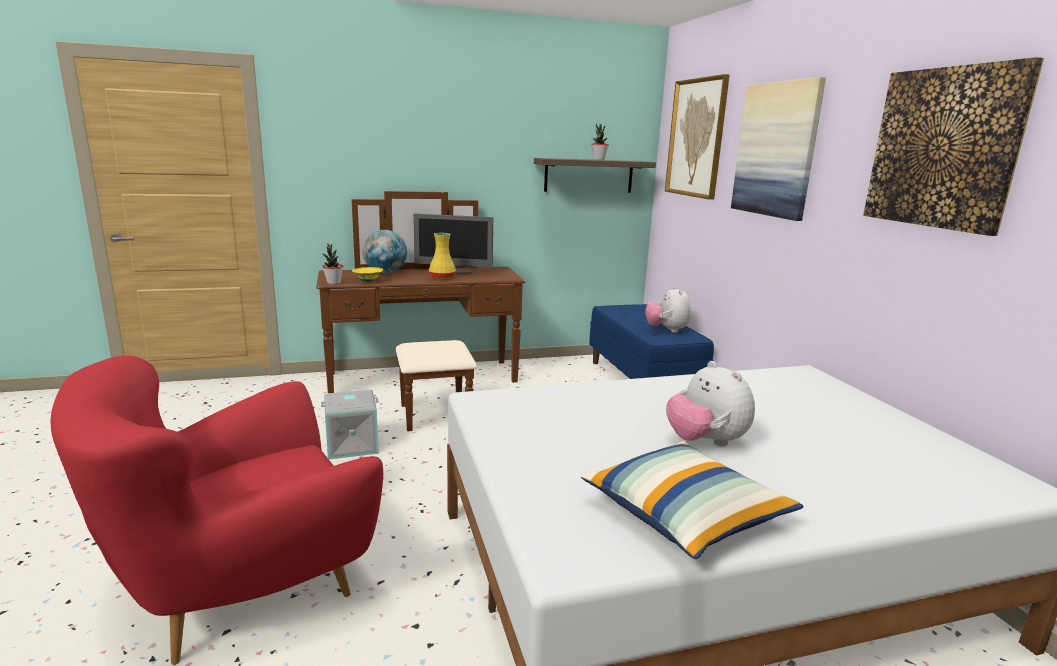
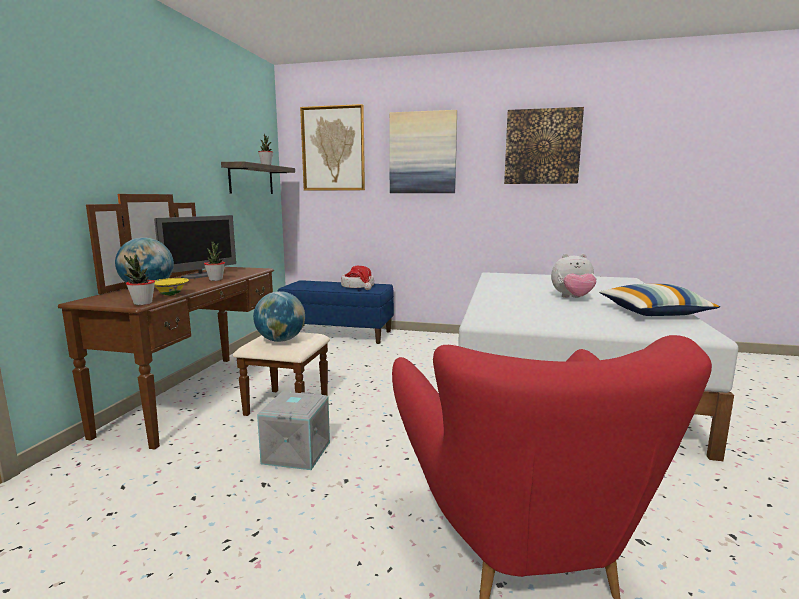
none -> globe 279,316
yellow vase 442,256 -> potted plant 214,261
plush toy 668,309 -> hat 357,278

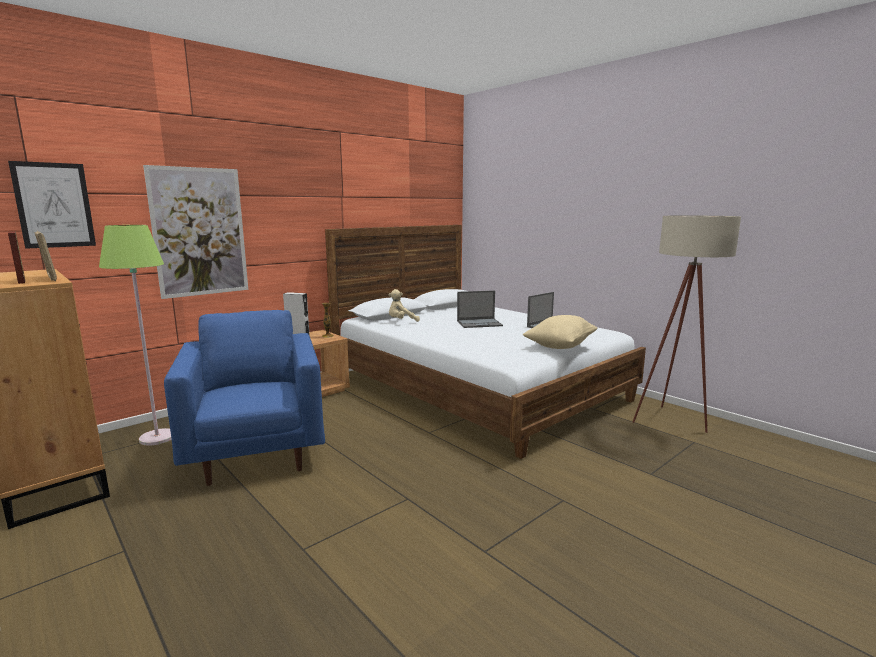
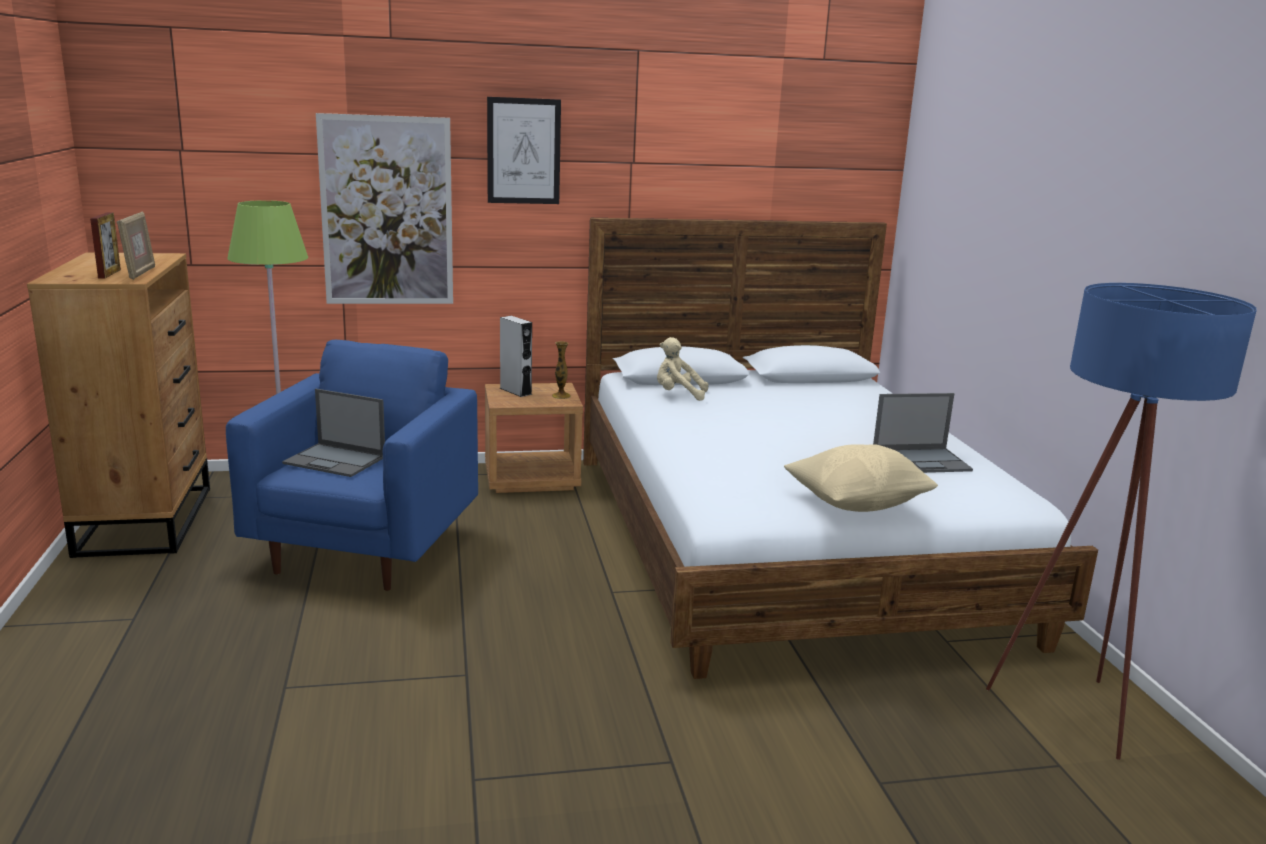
picture 52,205 -> picture 524,150, relocated
laptop 480,309 -> laptop 333,433, relocated
beige floor lamp 687,324 -> blue floor lamp 1121,521

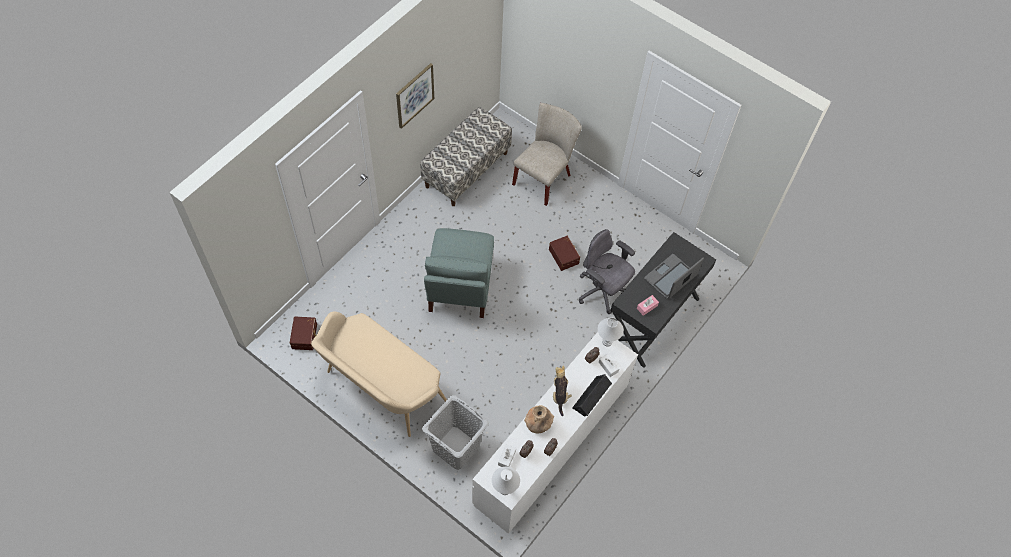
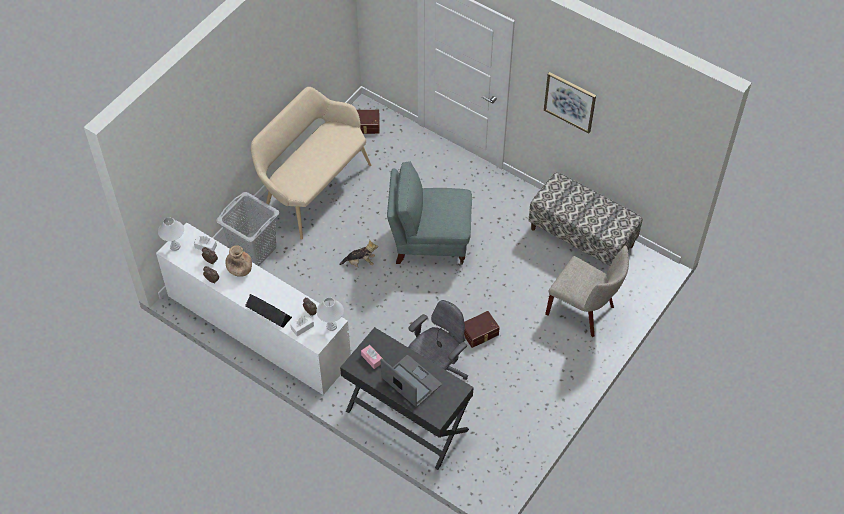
plush toy 562,390 -> plush toy 358,253, relocated

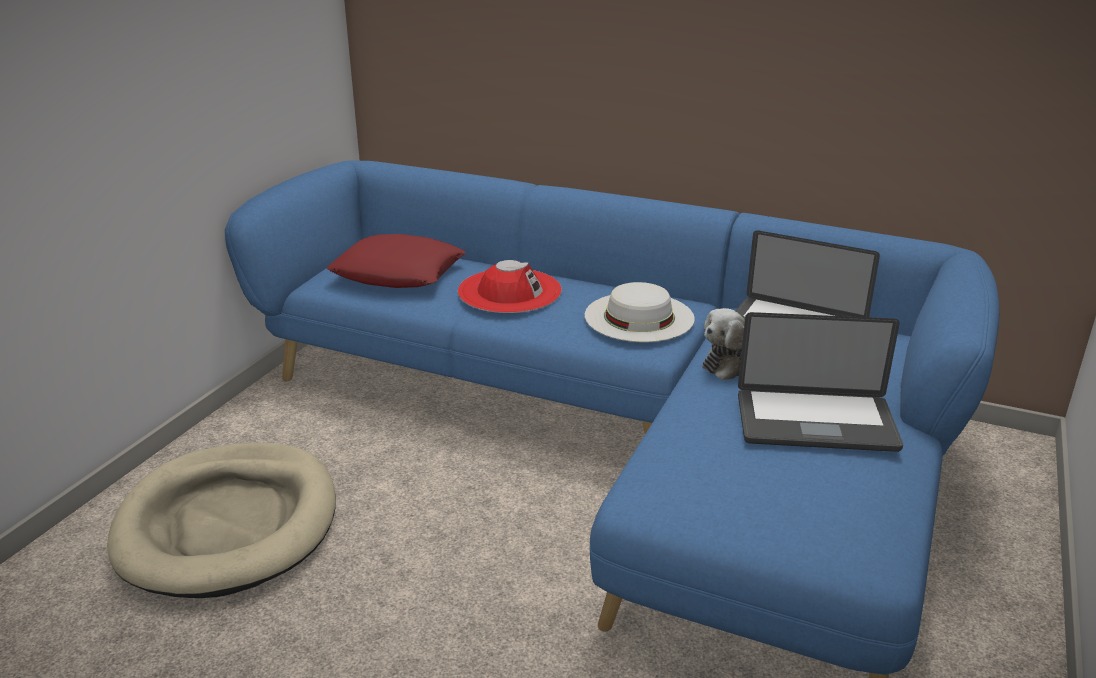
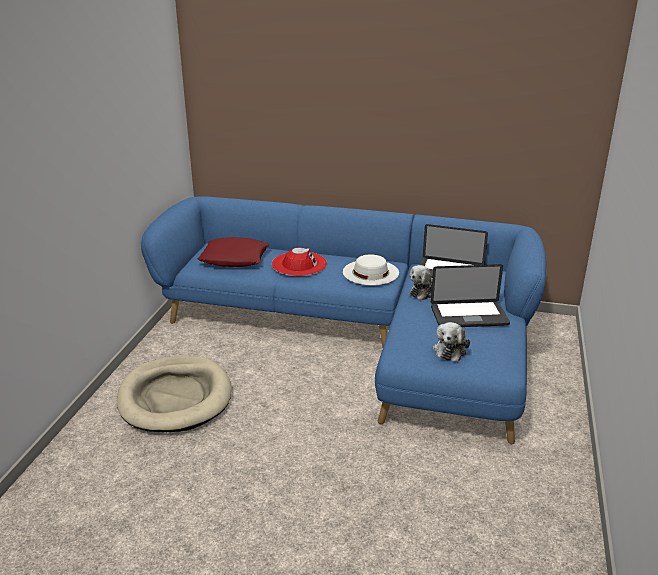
none -> plush toy 451,342

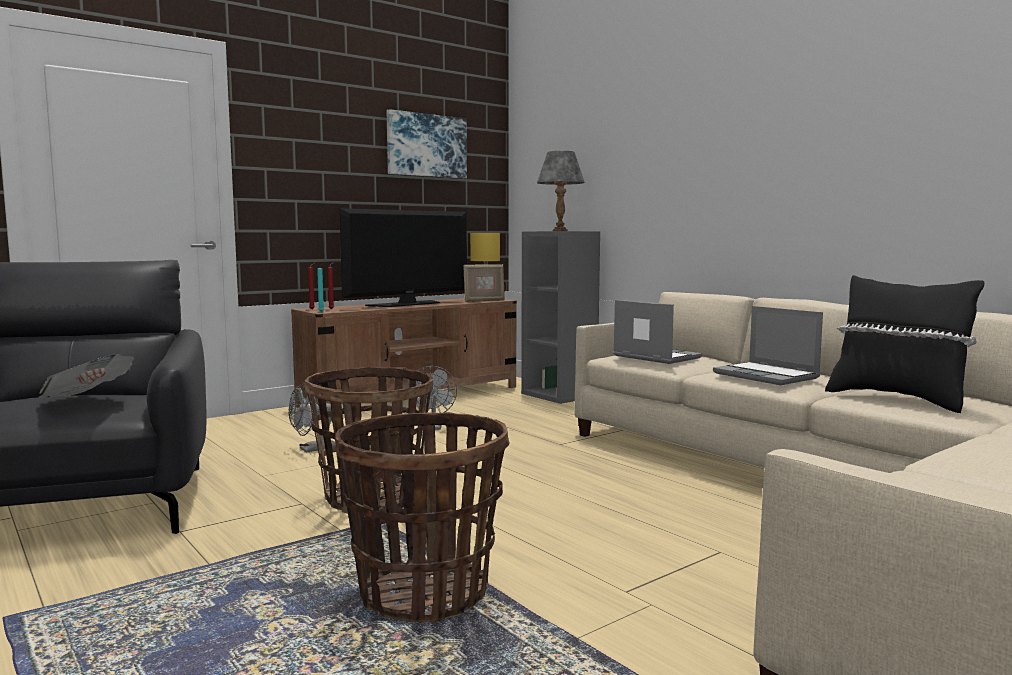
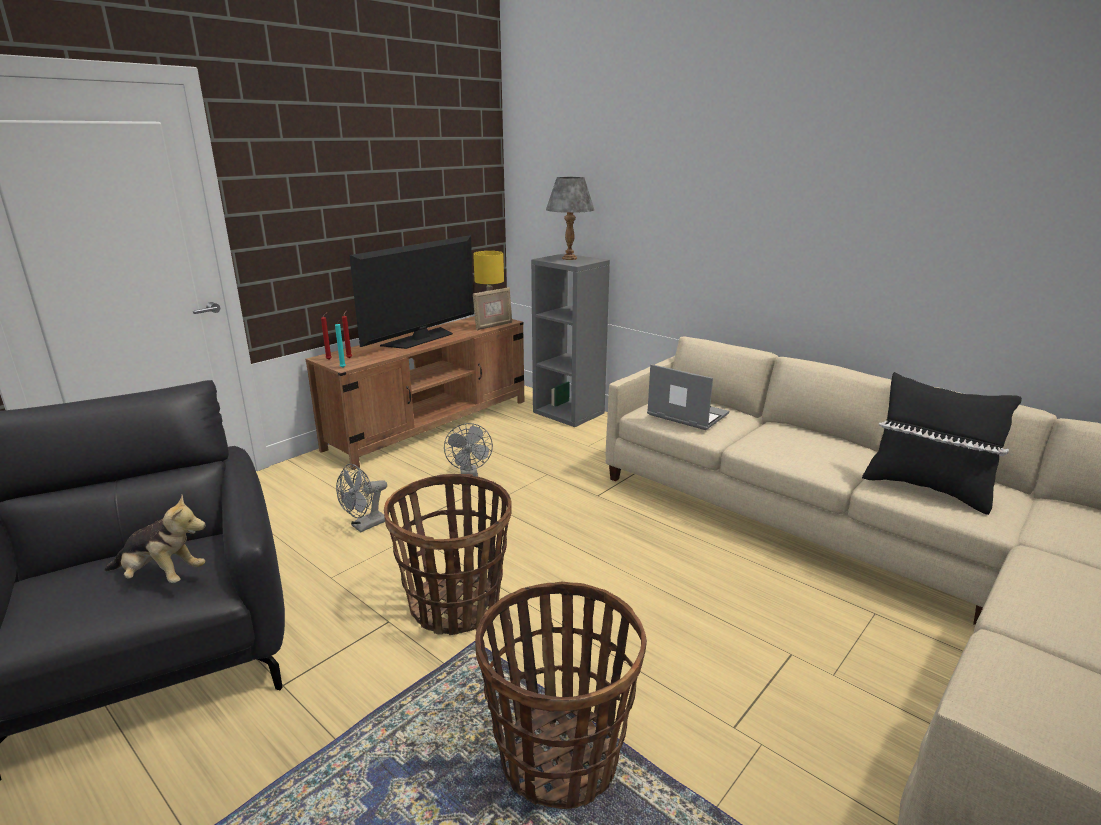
picture 427,143 -> none
laptop 768,345 -> none
newspaper 86,376 -> plush toy 155,539

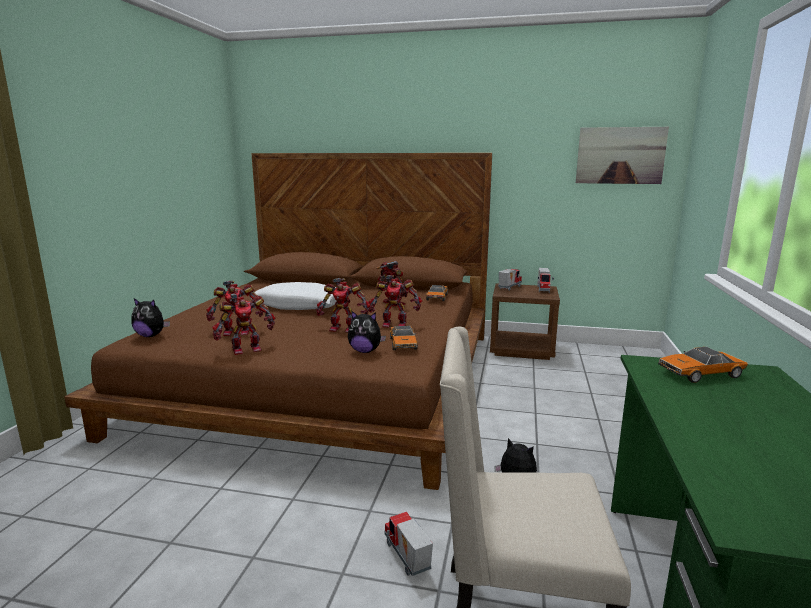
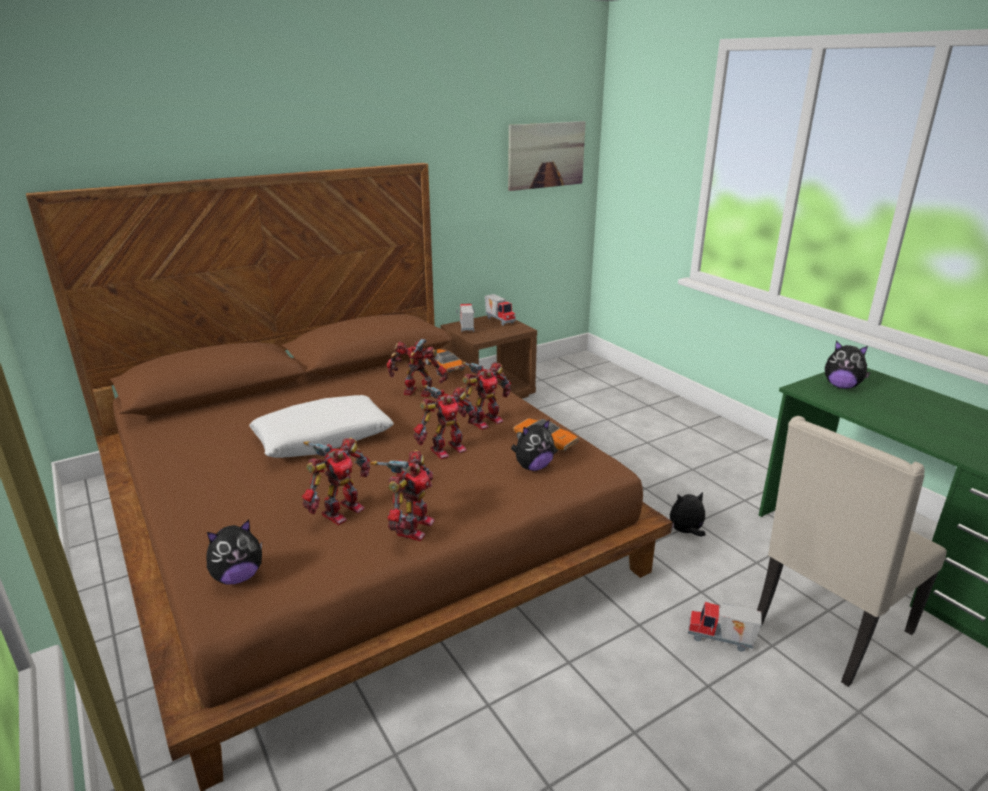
toy car 703,365 -> plush toy 848,365

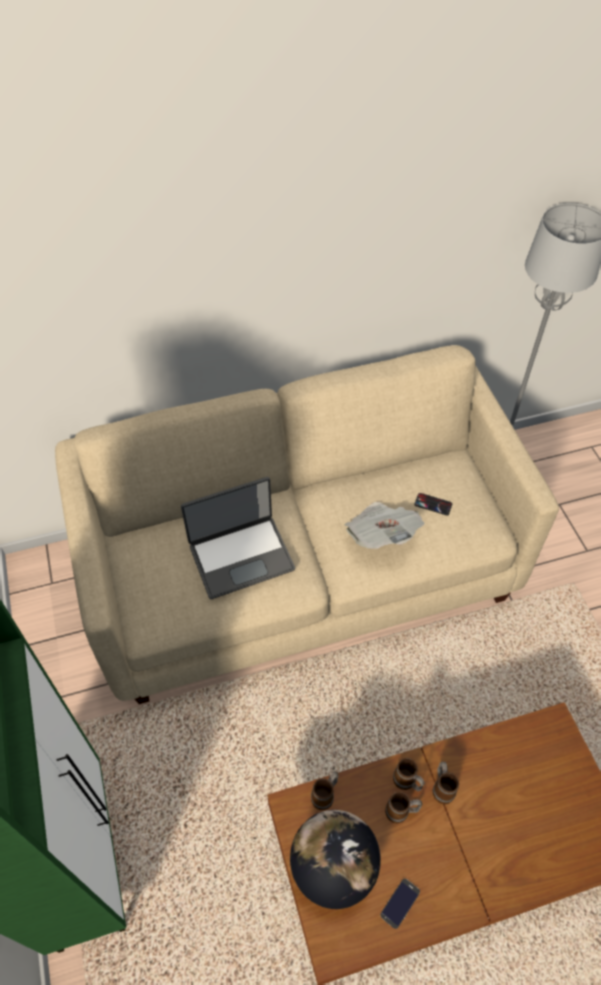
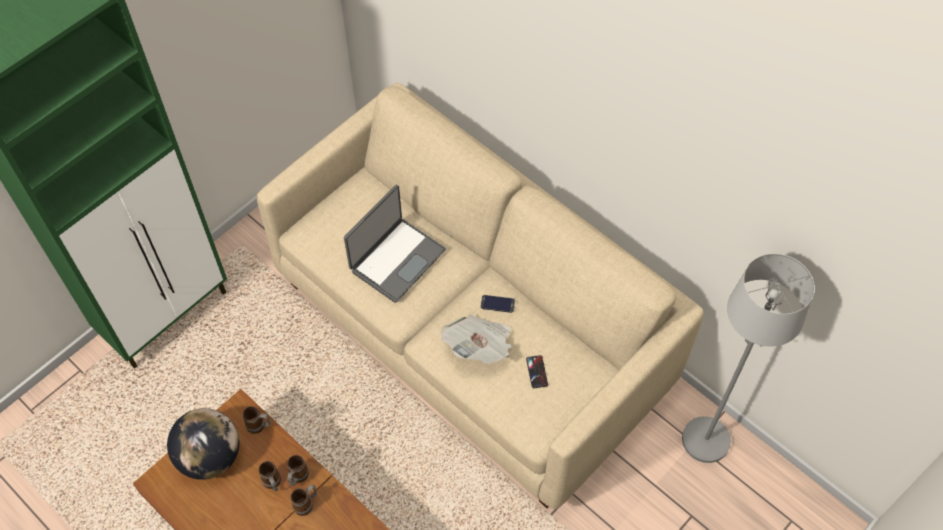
phone 400,904 -> phone 498,304, relocated
laptop 238,538 -> laptop 395,244, 90 degrees counterclockwise

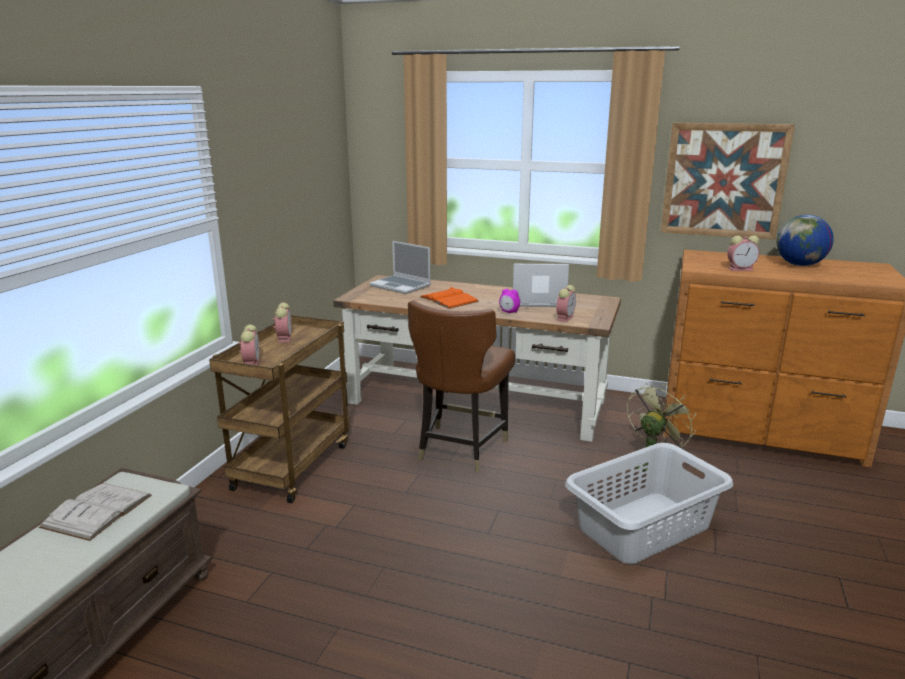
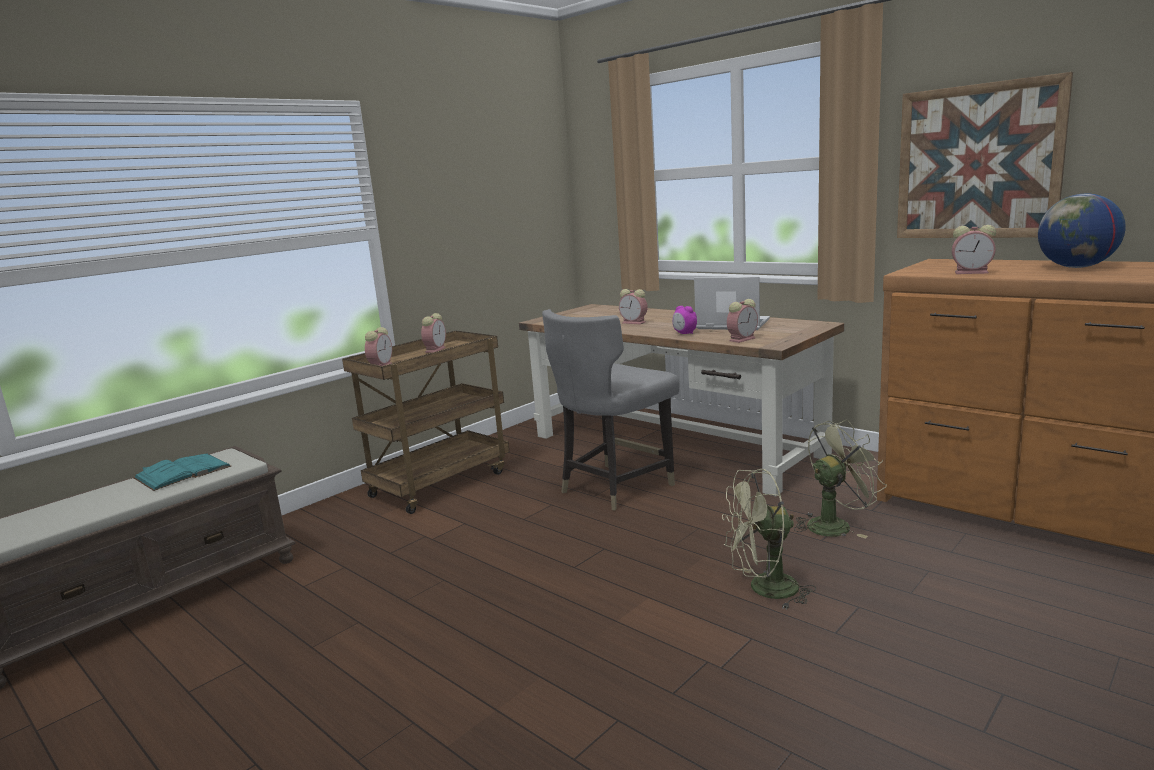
laptop 400,267 -> none
orange book 449,298 -> alarm clock 633,306
grey laundry basket 649,503 -> green fan 769,539
white book 95,512 -> turquoise book 182,472
brown chair 461,386 -> grey chair 610,410

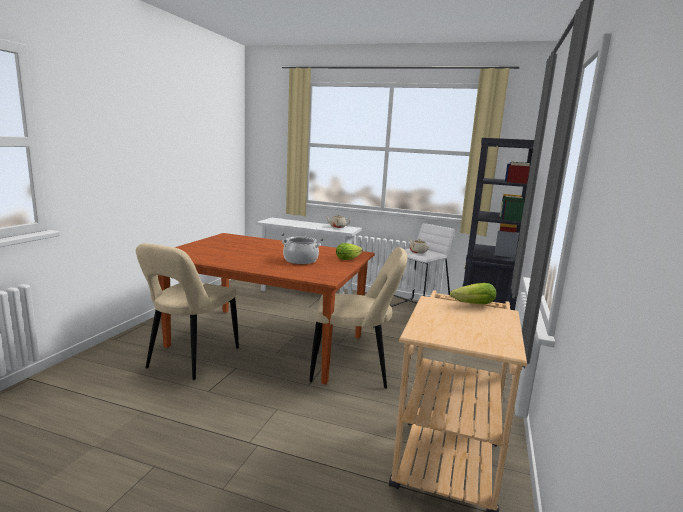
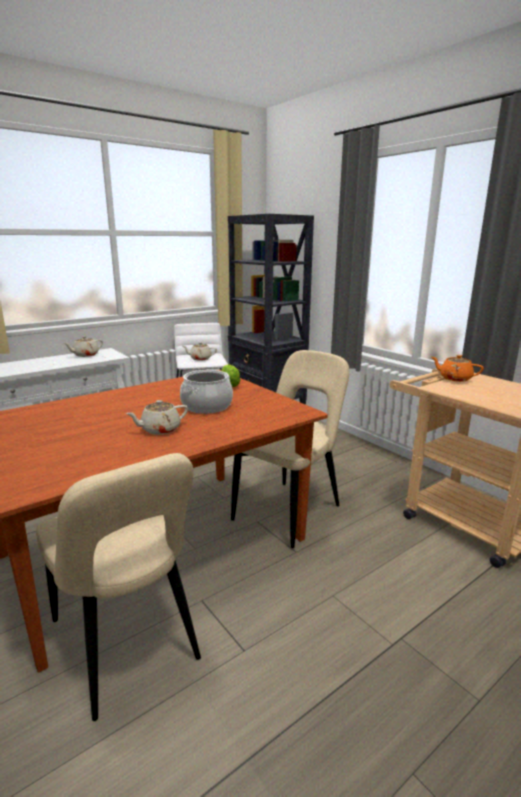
none -> beige teapot 157,417
lettuce 473,293 -> orange teapot 458,368

